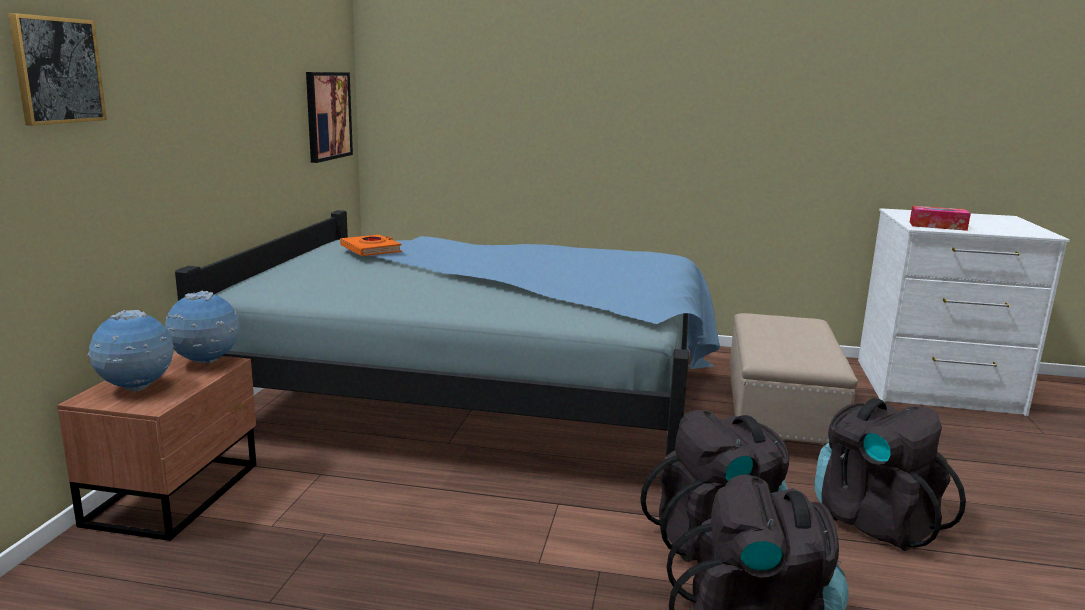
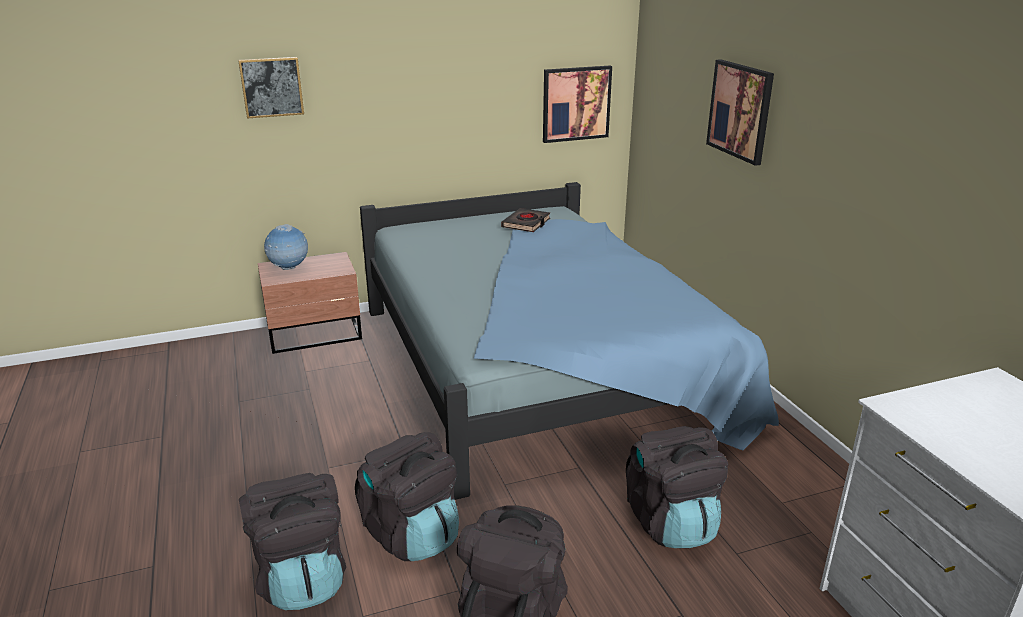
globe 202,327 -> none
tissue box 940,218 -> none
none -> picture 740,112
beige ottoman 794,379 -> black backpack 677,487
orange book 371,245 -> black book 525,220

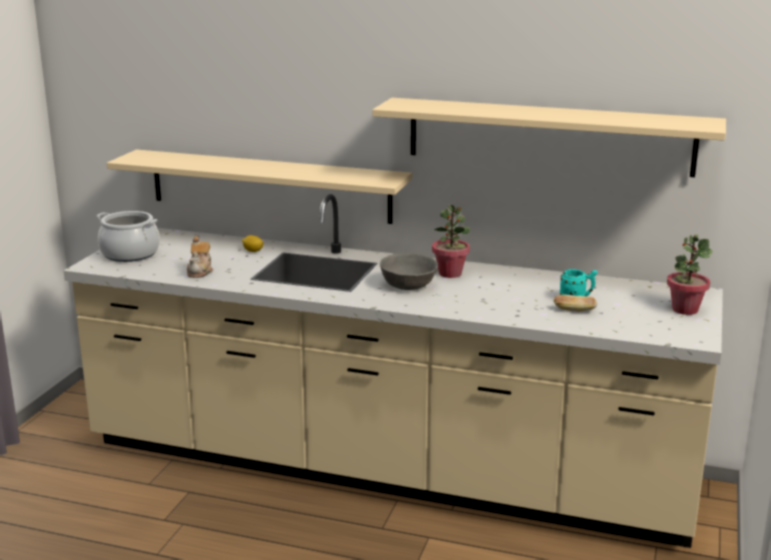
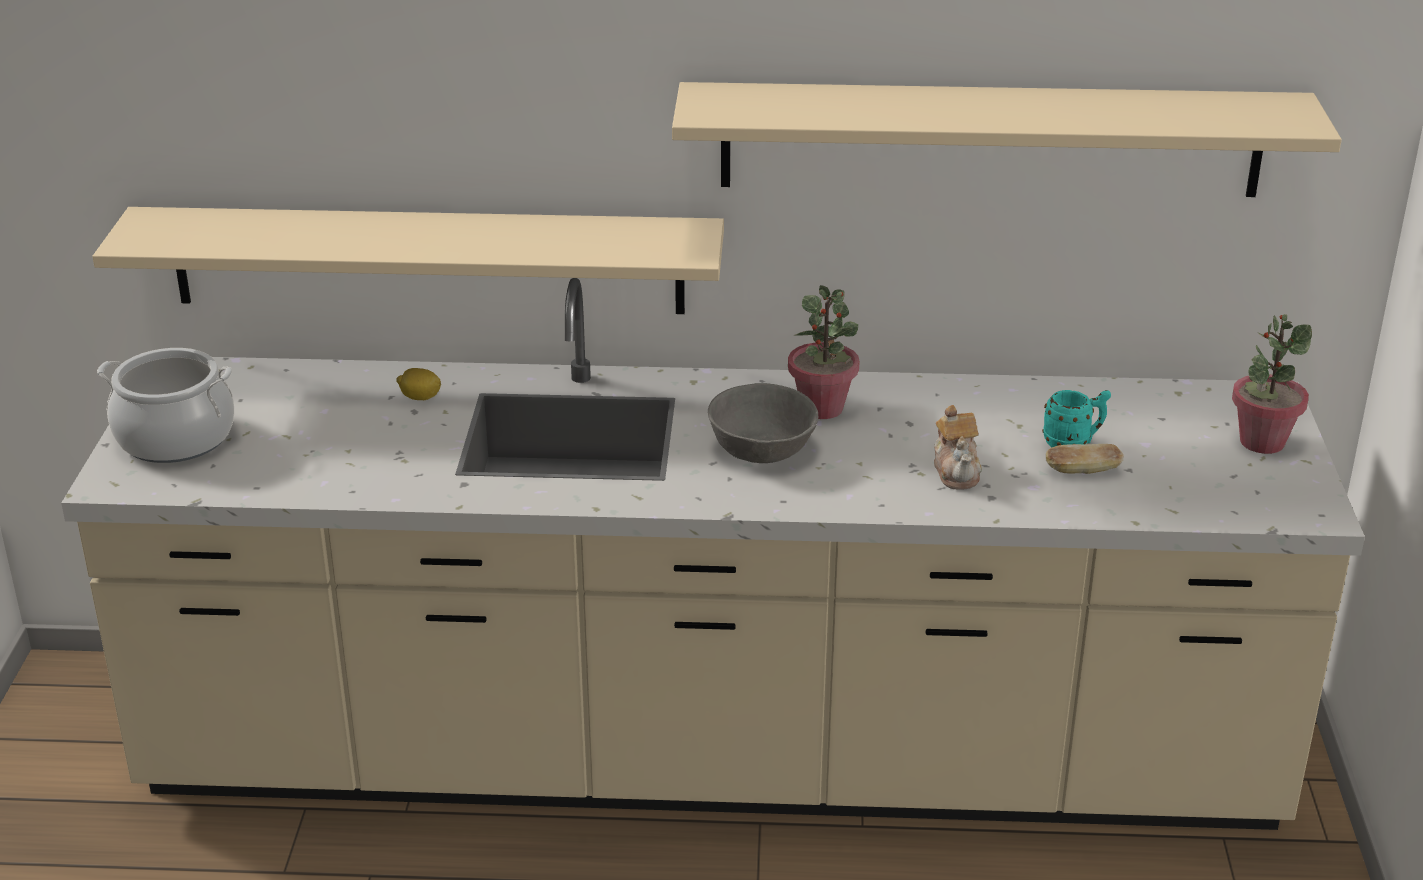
teapot 200,257 -> teapot 958,447, relocated

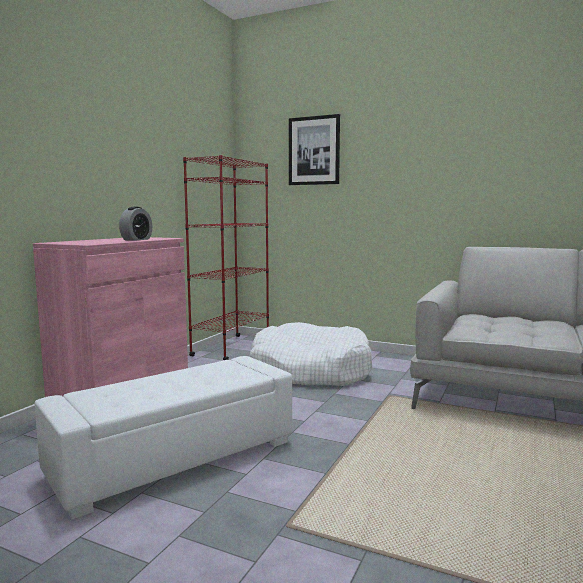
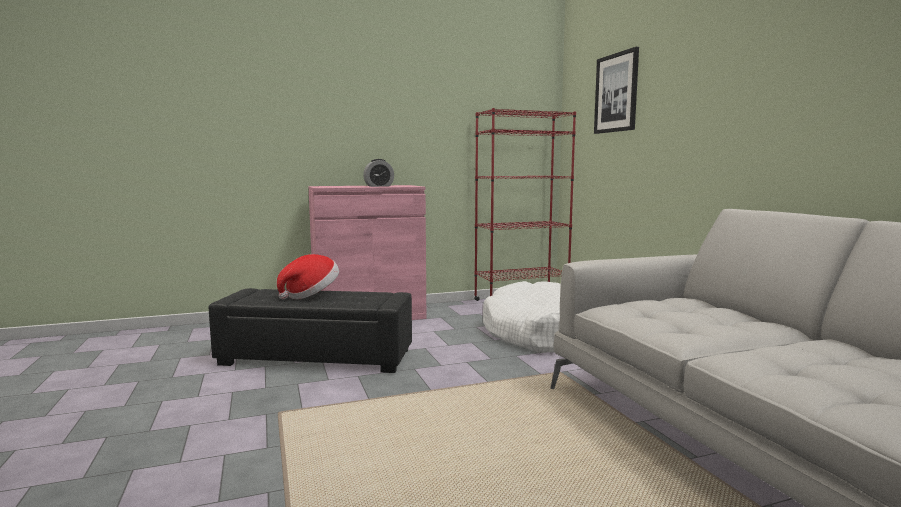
none -> hat 308,276
white ottoman 163,438 -> black ottoman 310,330

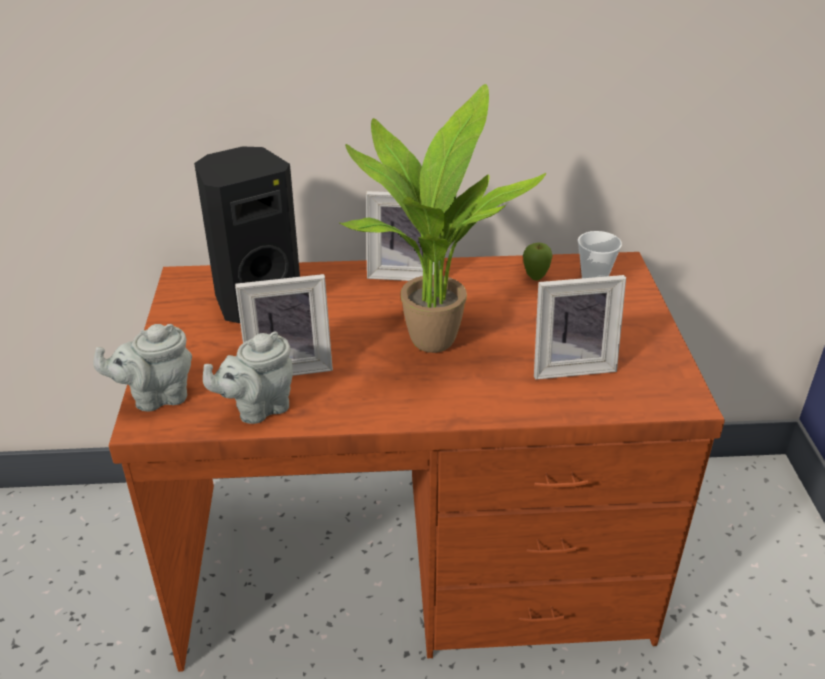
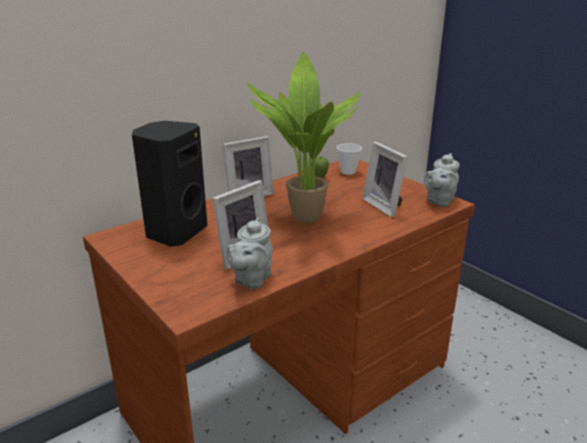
grey teapot 142,367 -> grey teapot 442,180, relocated
picture frame 580,327 -> picture frame 385,180, 105 degrees clockwise

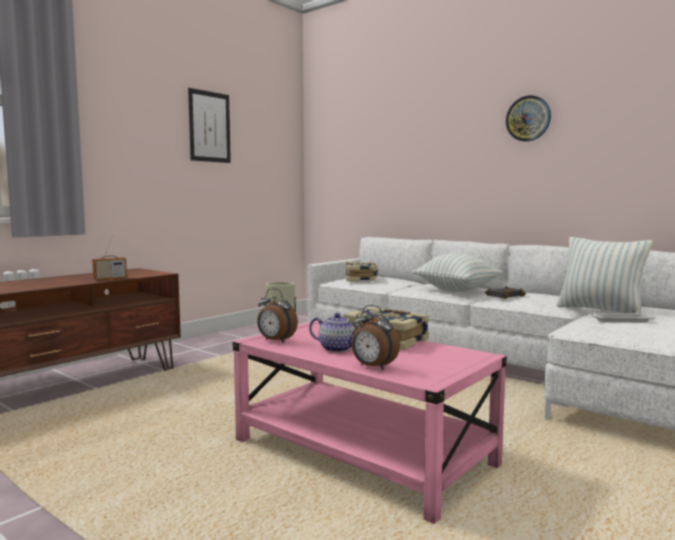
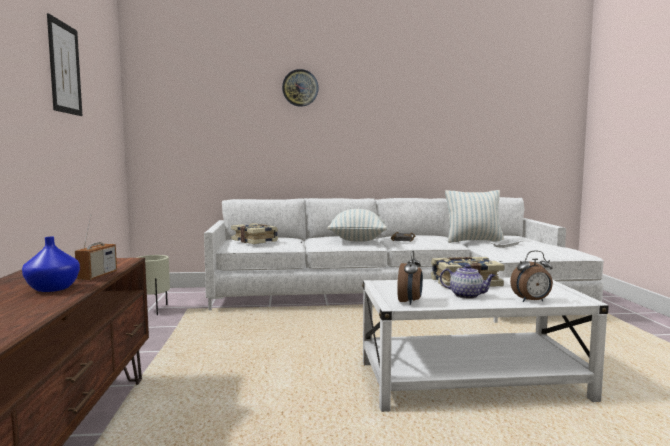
none -> blue vase 51,264
wall clock 528,118 -> wall clock 300,88, relocated
pink coffee table 370,422 -> white coffee table 485,344
alarm clock 277,315 -> alarm clock 410,278, 60 degrees counterclockwise
teapot 335,332 -> teapot 468,281, 45 degrees clockwise

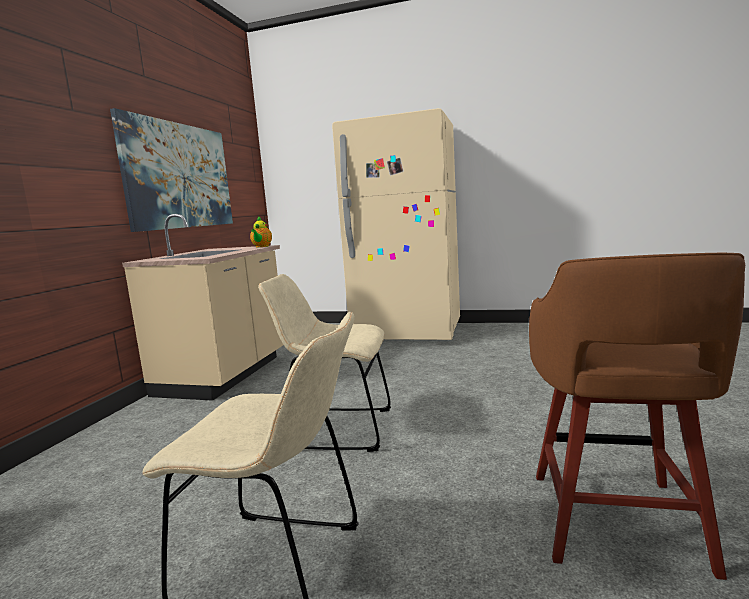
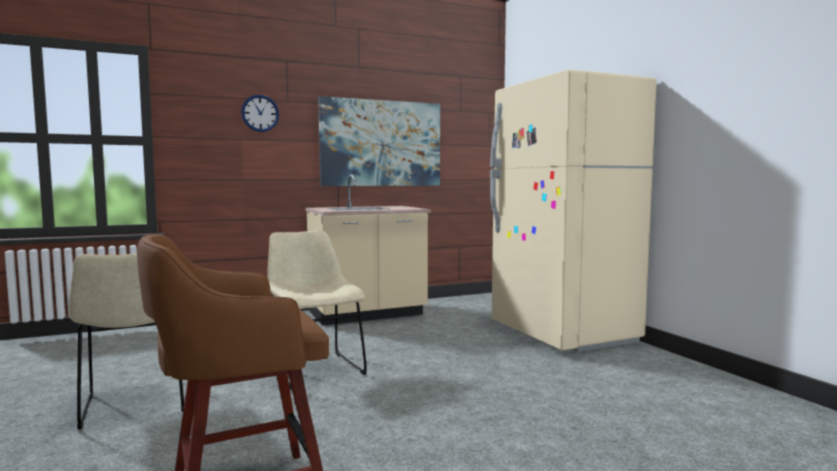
teapot 261,231 -> none
none -> wall clock 260,113

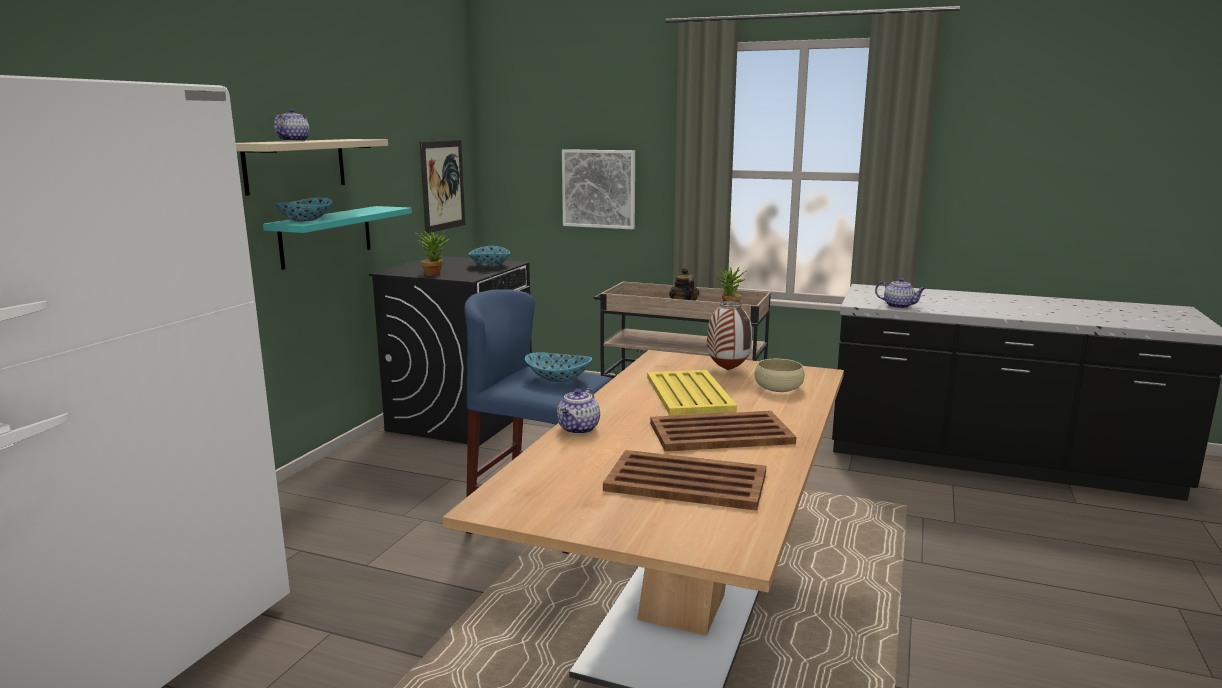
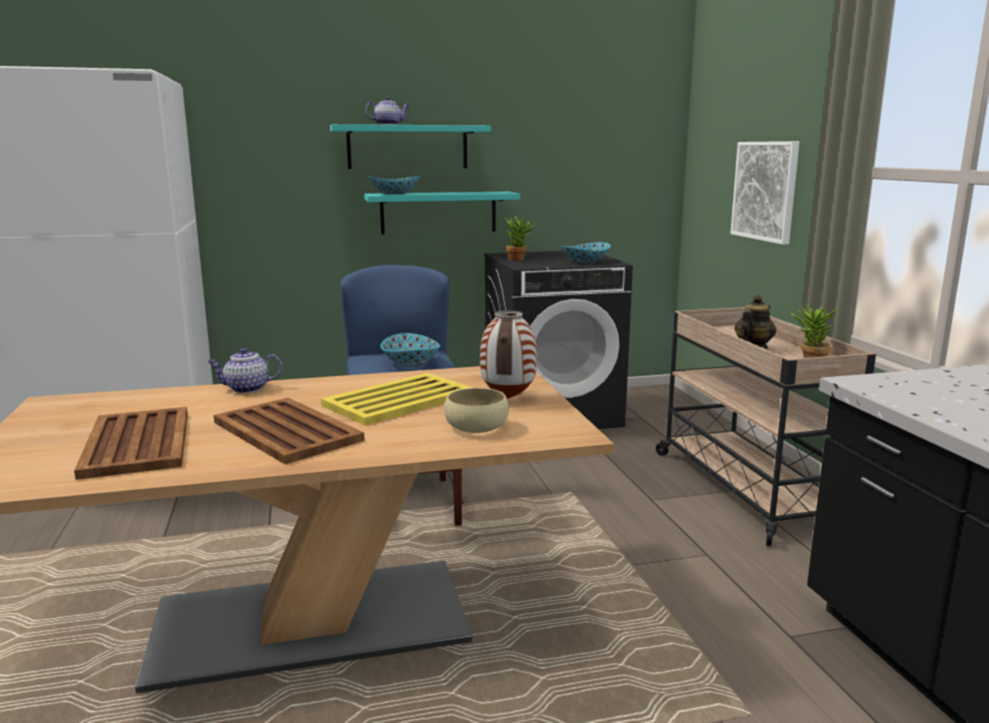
picture 442,186 -> none
teapot 900,293 -> none
beige shelf 312,167 -> turquoise shelf 410,146

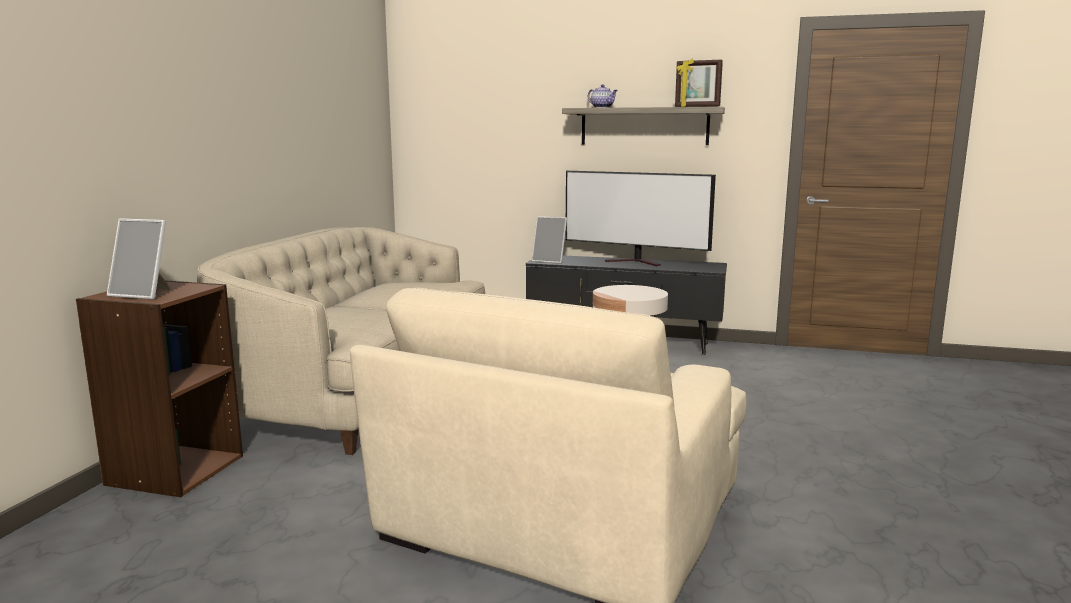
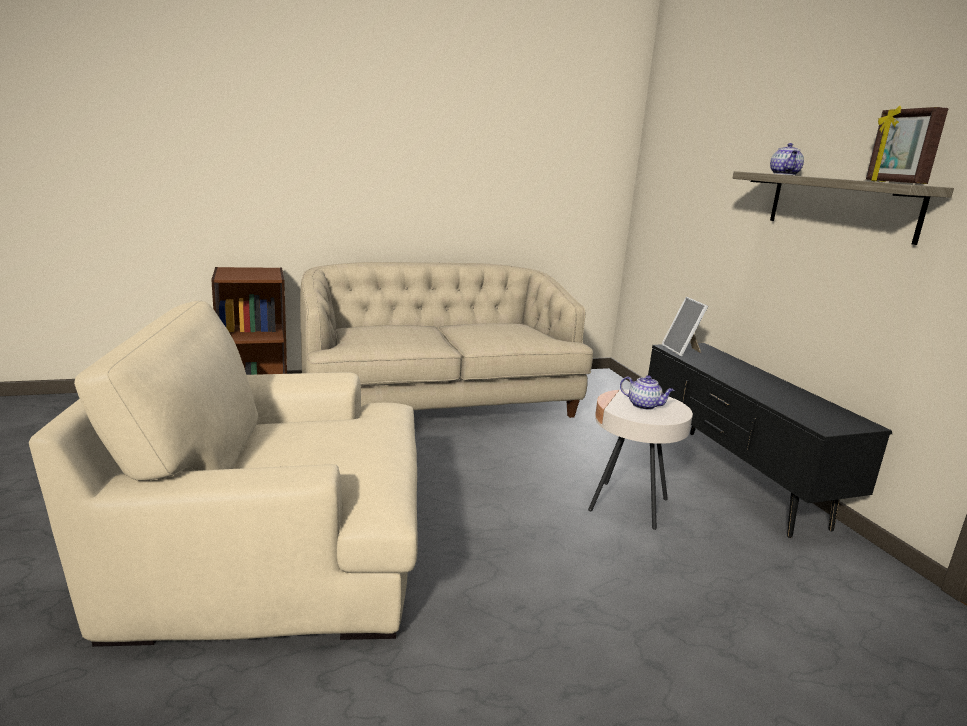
picture frame 139,258 -> none
television 640,218 -> none
none -> teapot 647,392

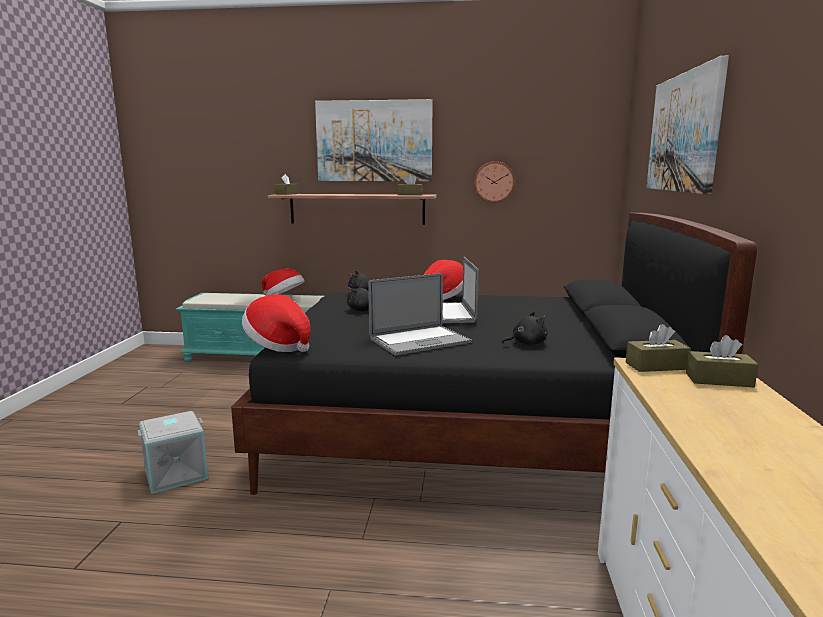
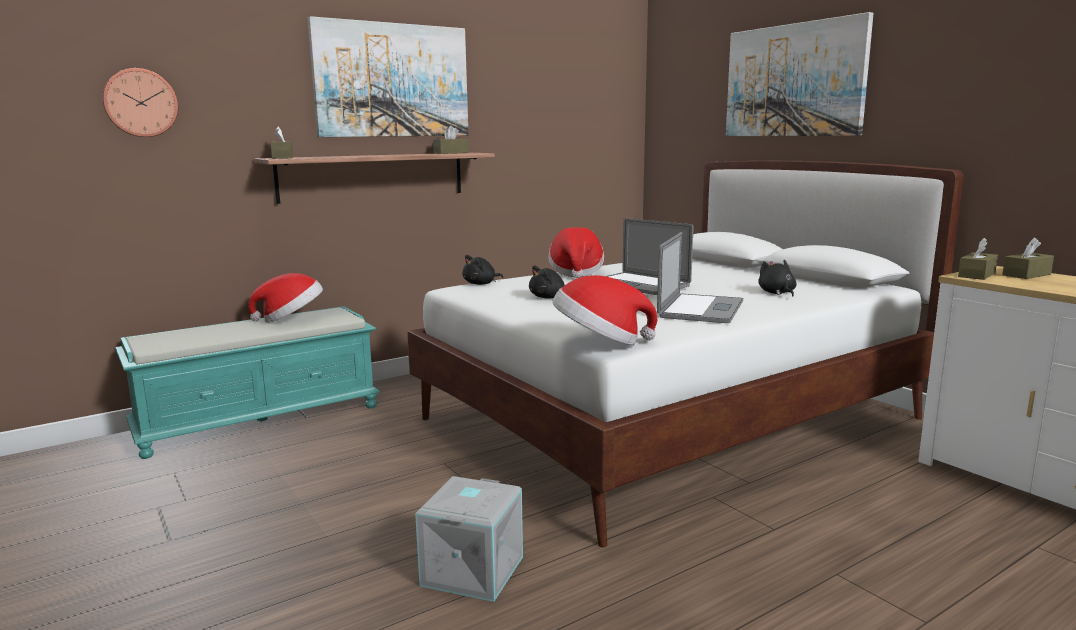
wall clock 494,182 -> wall clock 140,102, relocated
black bed 494,354 -> white bed 685,354
black plush toy 524,328 -> black plush toy 777,278, 45 degrees counterclockwise

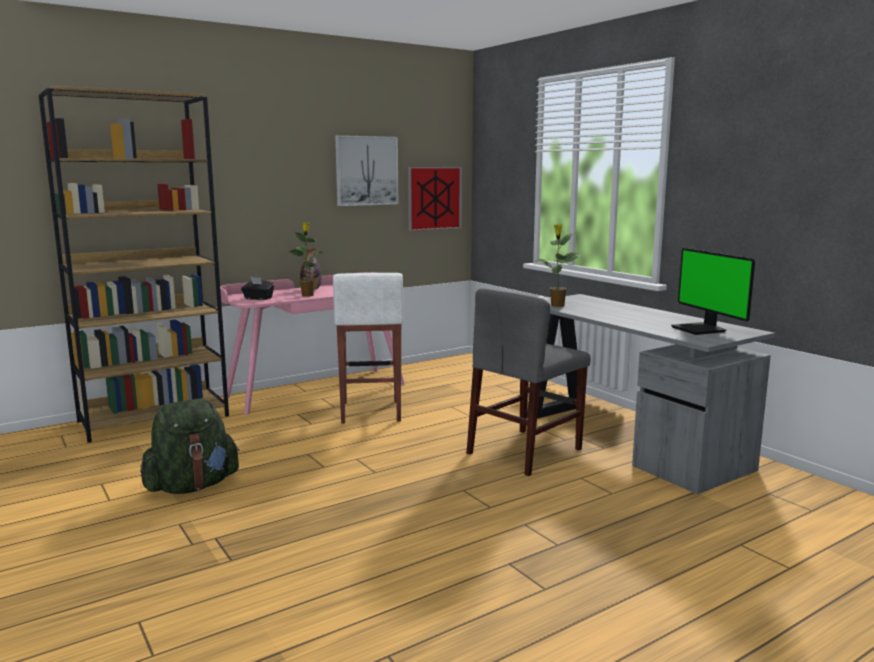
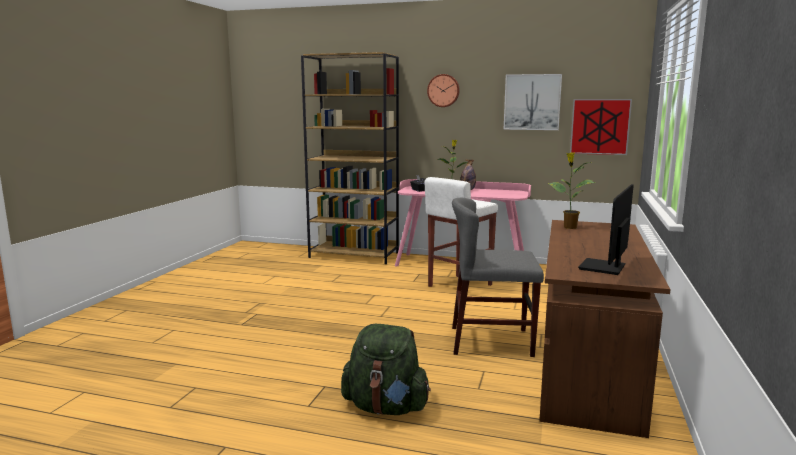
none -> wall clock 443,90
green backpack 190,446 -> green backpack 386,369, relocated
grey desk 650,394 -> brown desk 604,329

